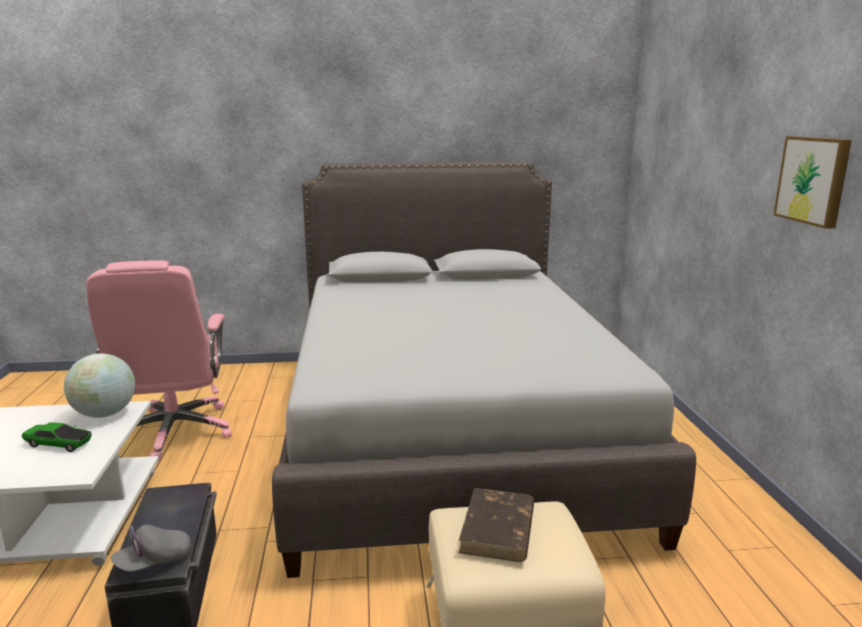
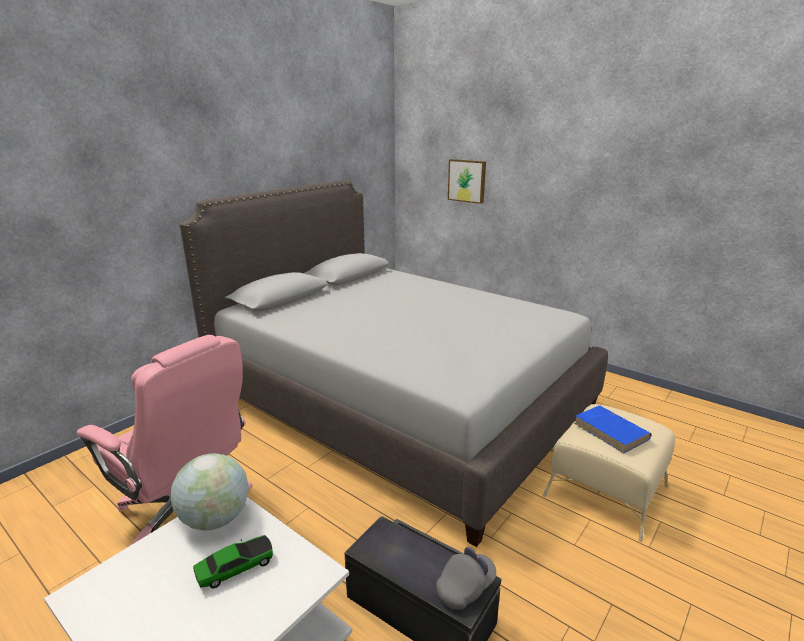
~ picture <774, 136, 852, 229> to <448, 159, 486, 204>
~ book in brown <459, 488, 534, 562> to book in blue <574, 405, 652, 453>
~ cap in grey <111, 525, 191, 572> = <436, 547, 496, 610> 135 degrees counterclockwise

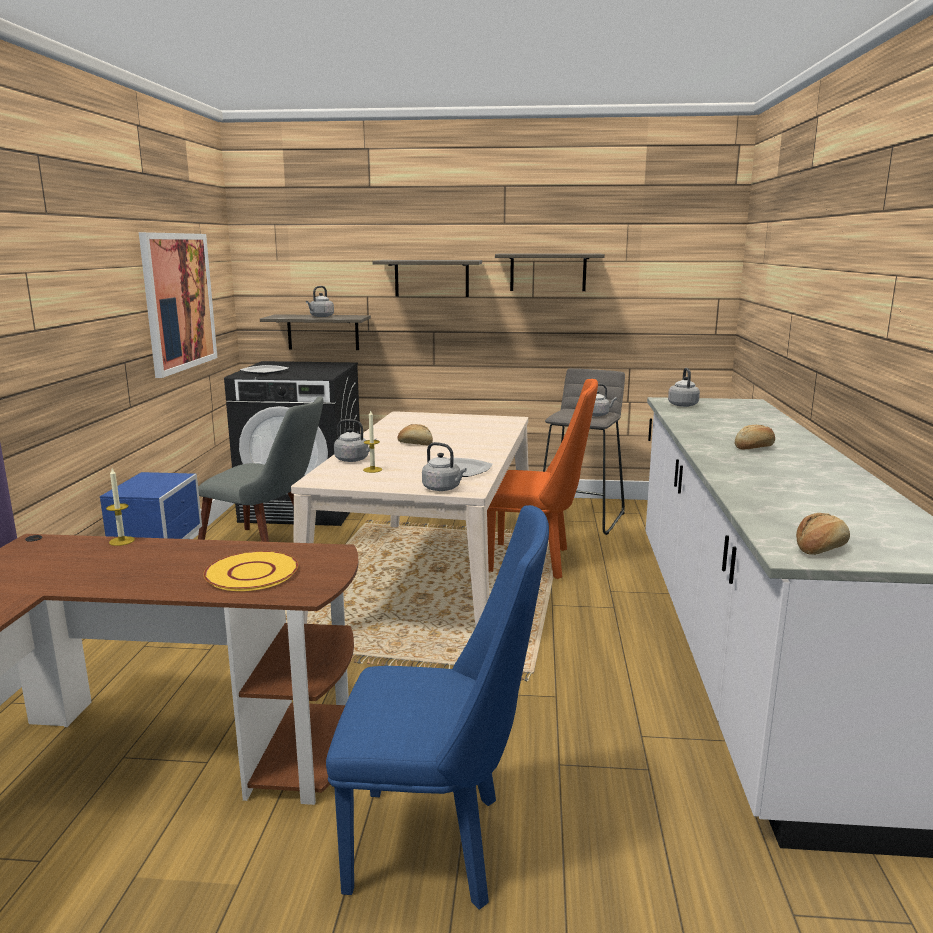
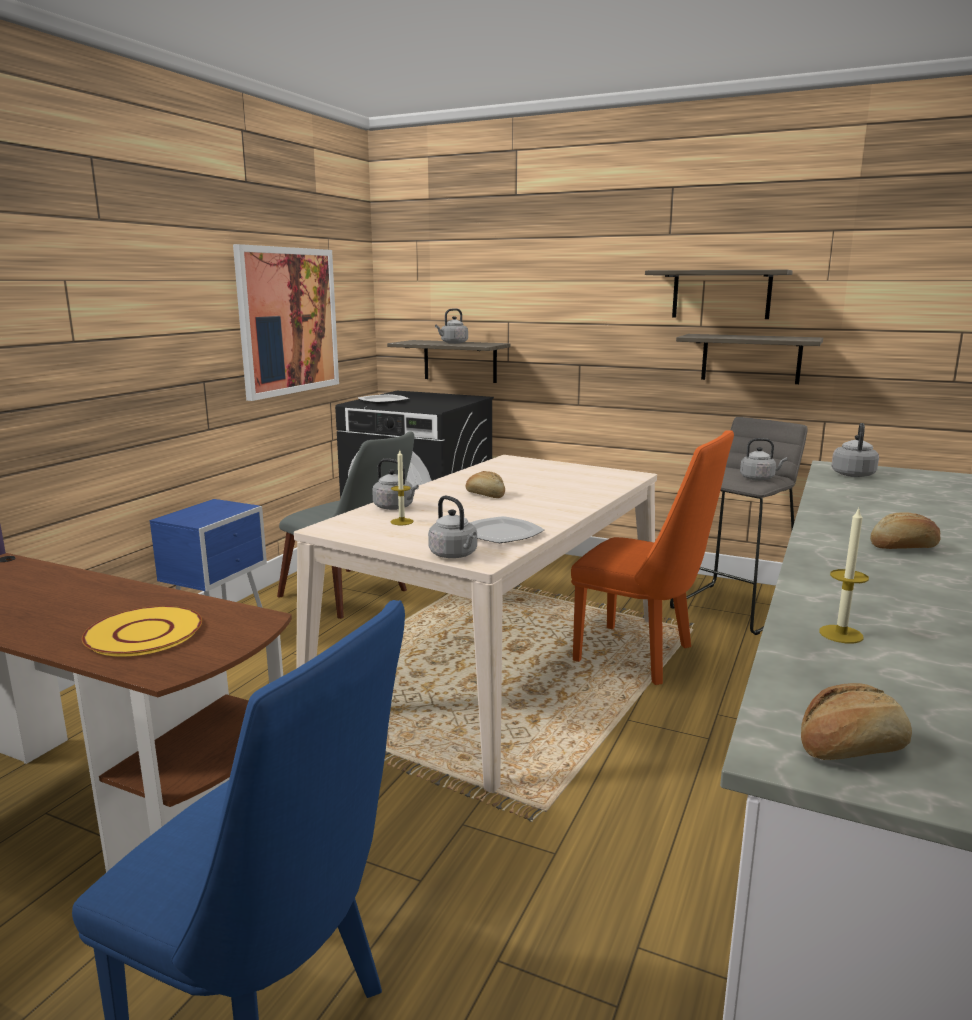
~ shelf <373, 260, 482, 297> to <676, 334, 823, 384>
~ candle <106, 468, 135, 546> to <819, 508, 869, 643>

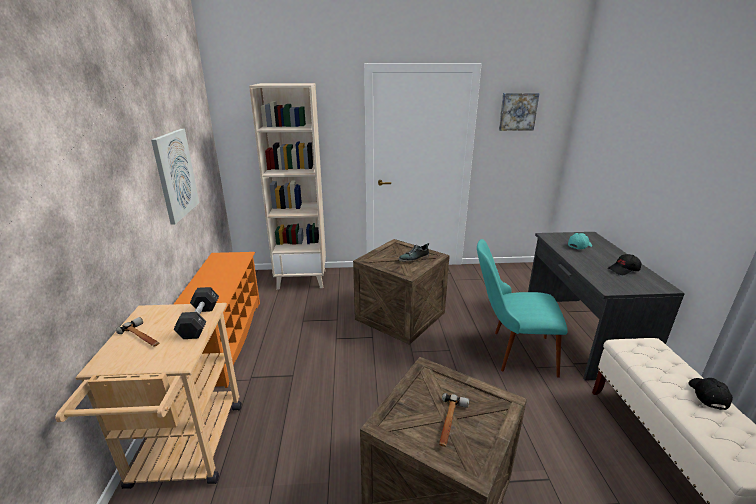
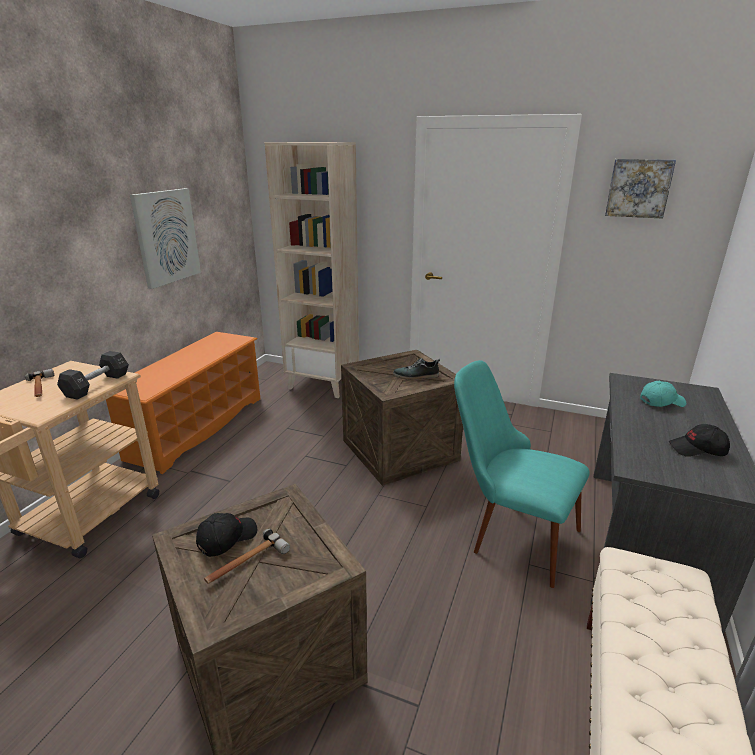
~ cap in black <689, 378, 733, 410> to <196, 513, 258, 557>

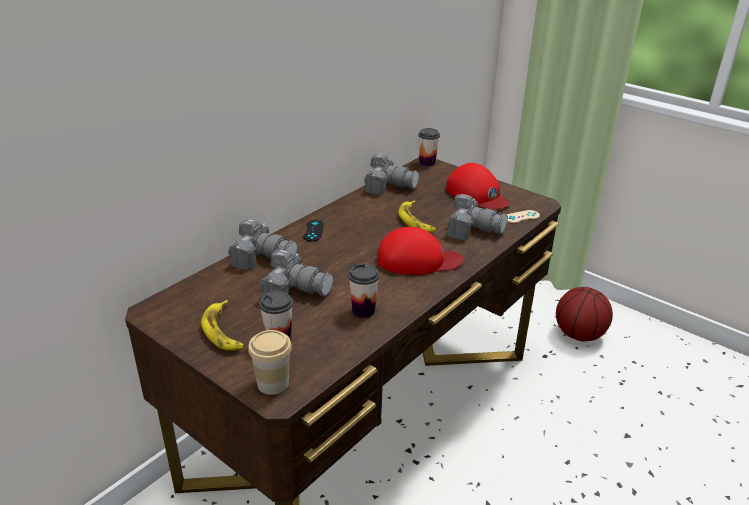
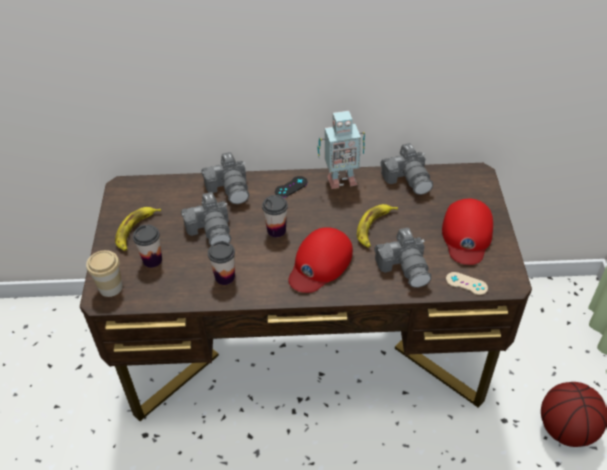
~ cup <418, 128, 440, 166> to <262, 195, 288, 237>
~ cap in red <377, 227, 464, 275> = <288, 227, 353, 293> 75 degrees clockwise
+ toy robot <317, 111, 365, 189>

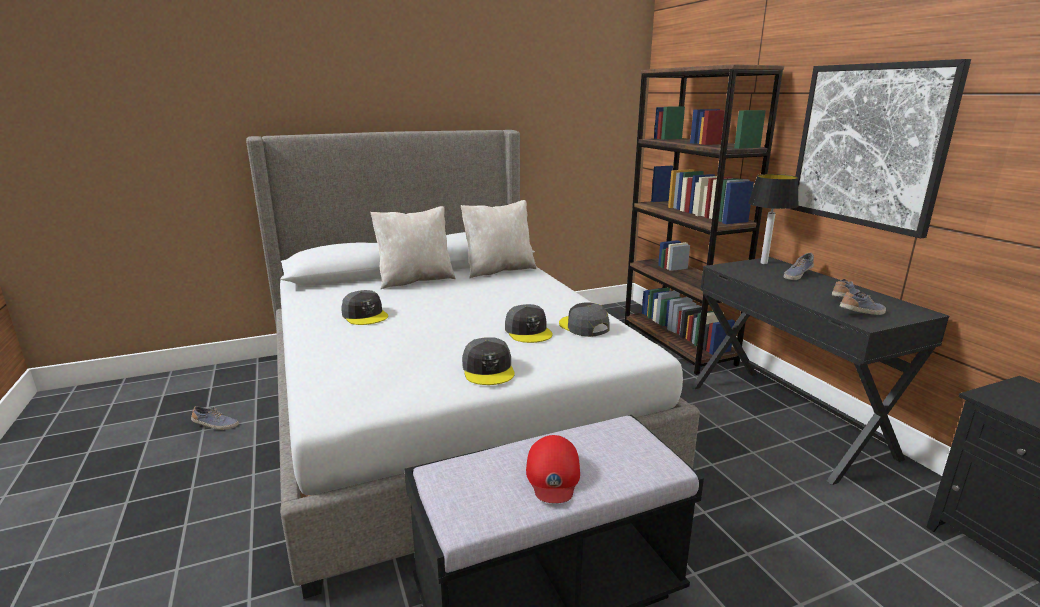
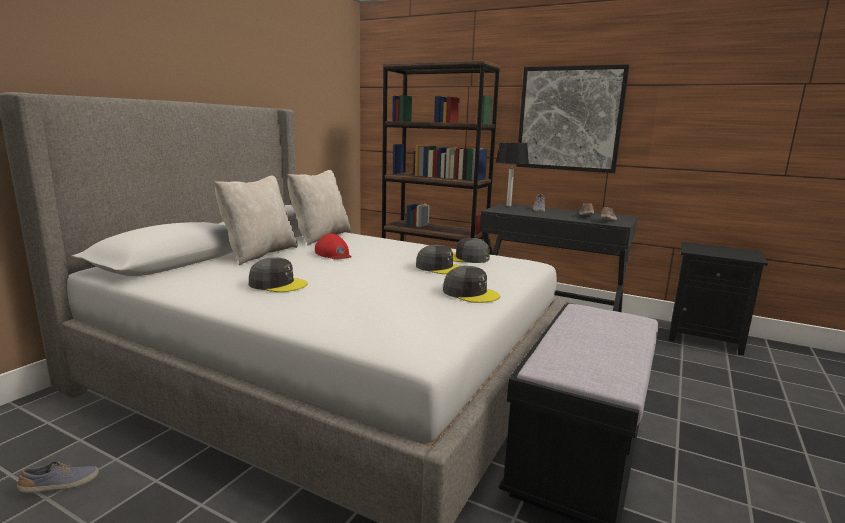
~ cap in red <526, 435, 580, 503> to <315, 233, 352, 260>

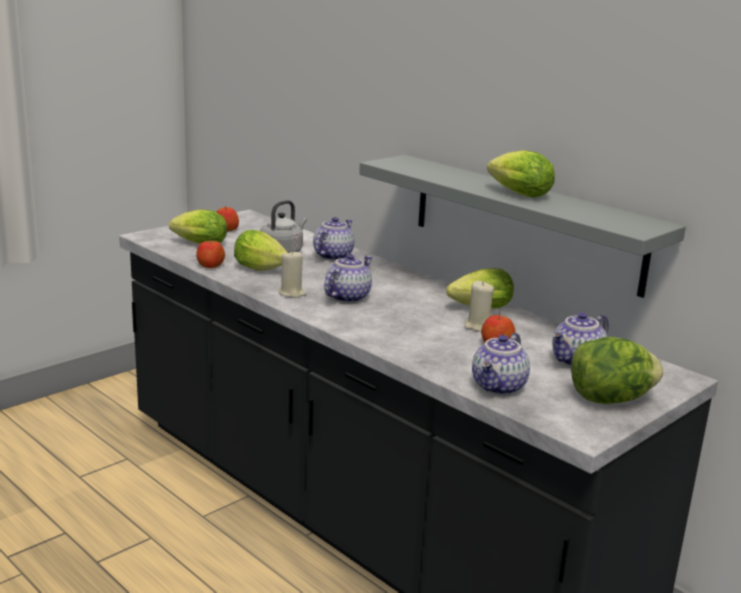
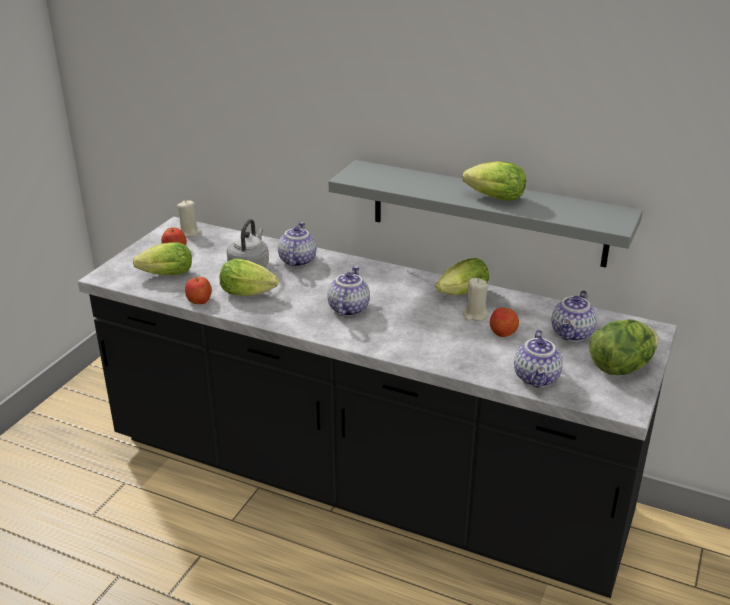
~ candle in beige <279, 250, 306, 298> to <177, 200, 201, 237>

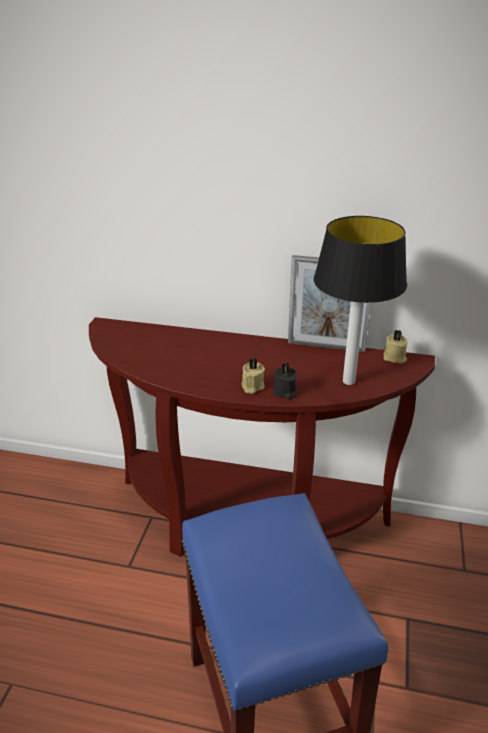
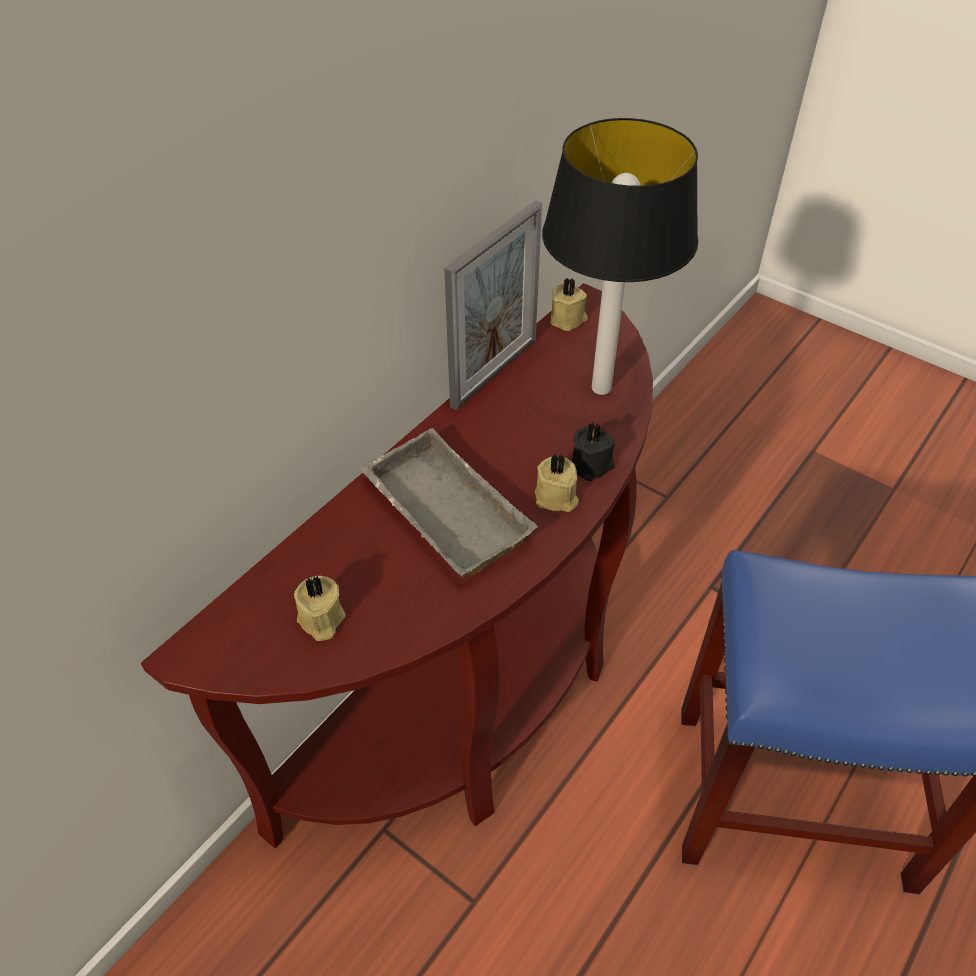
+ tray in grey <359, 428, 538, 578>
+ candle in beige <294, 576, 346, 641>

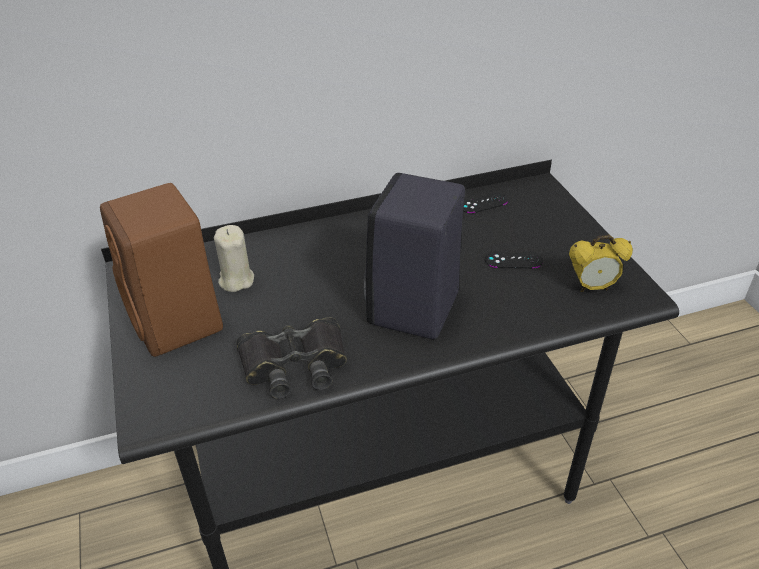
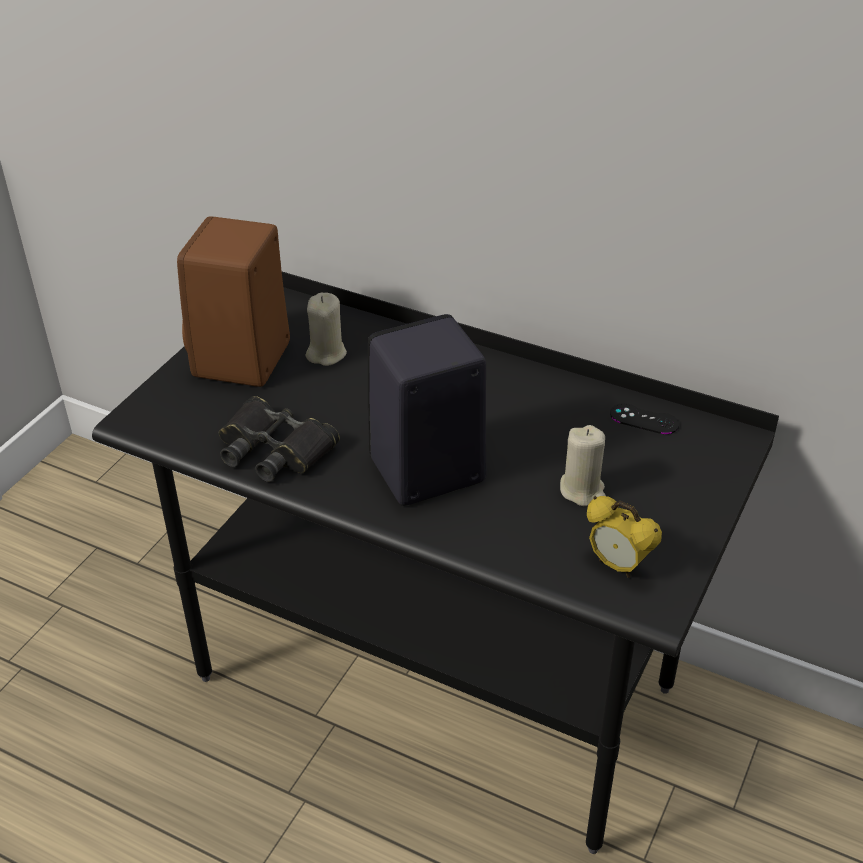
~ game controller in black <485, 251, 543, 269> to candle in beige <560, 425, 606, 506>

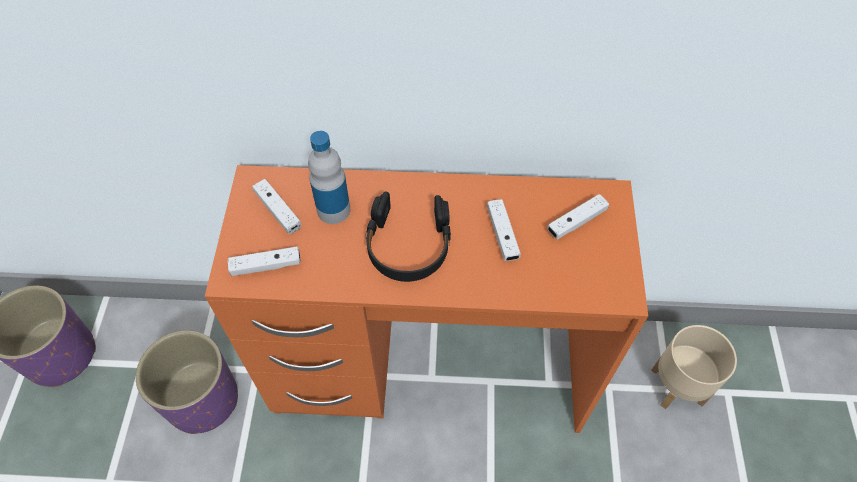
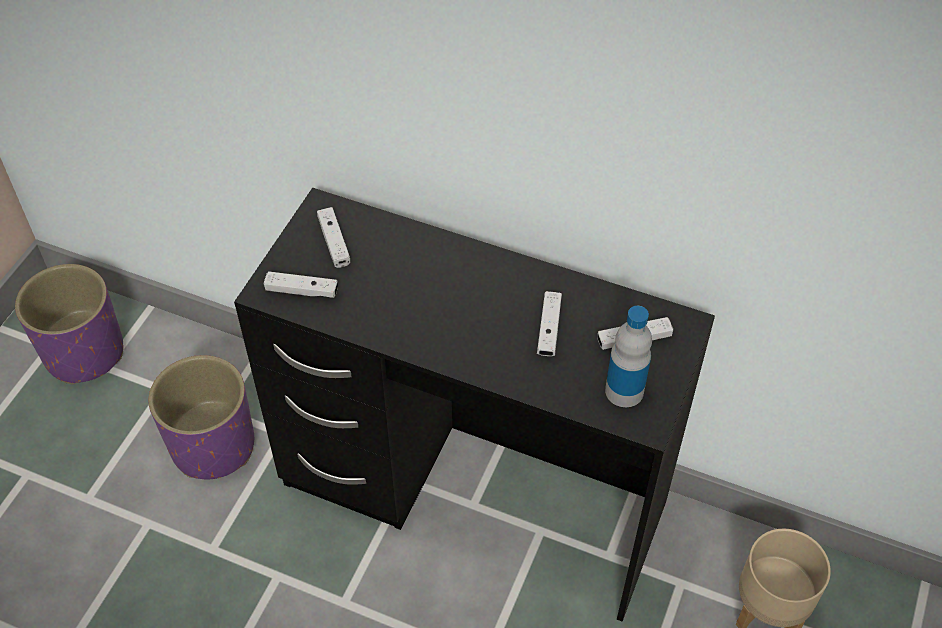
~ bottle <308, 131, 350, 224> to <605, 306, 652, 407>
~ desk in orange <205, 165, 648, 433> to desk in black <234, 188, 715, 622>
- headphones in black <365, 192, 451, 282>

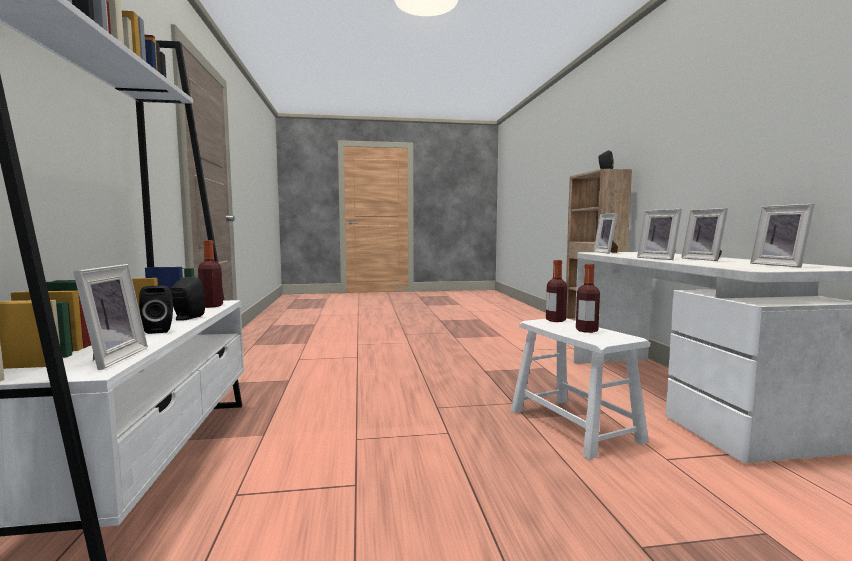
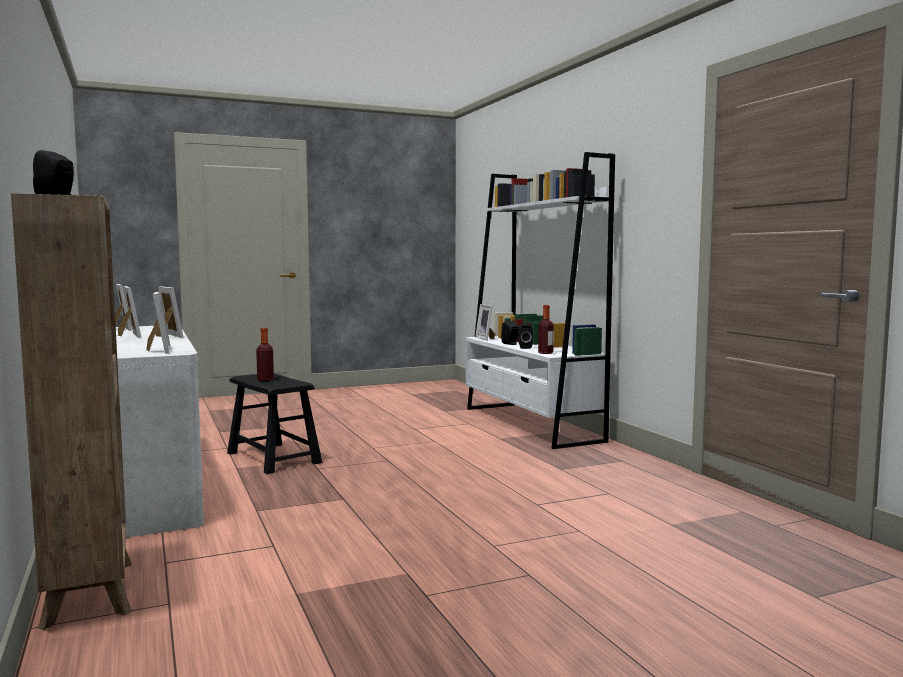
- bottle <546, 260, 567, 322>
~ stool in white <511, 318, 650, 459> to stool in black <227, 373, 322, 474>

